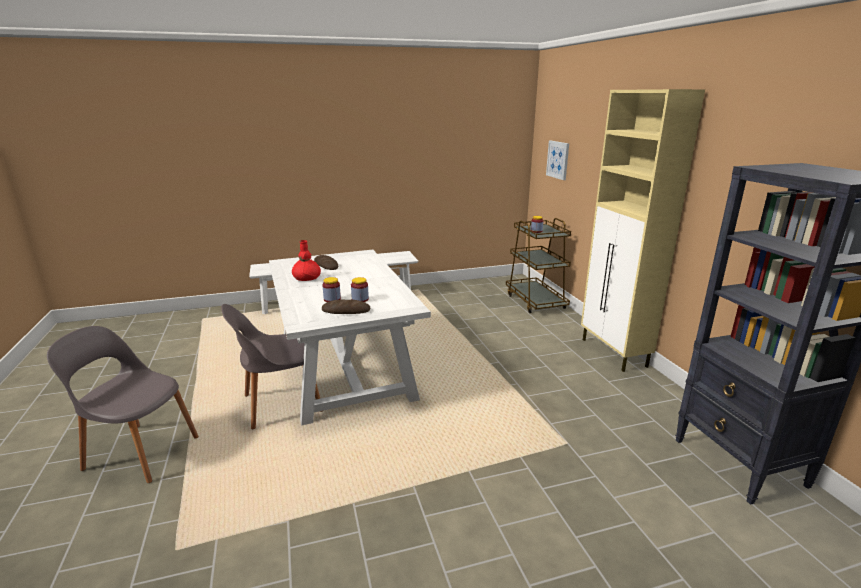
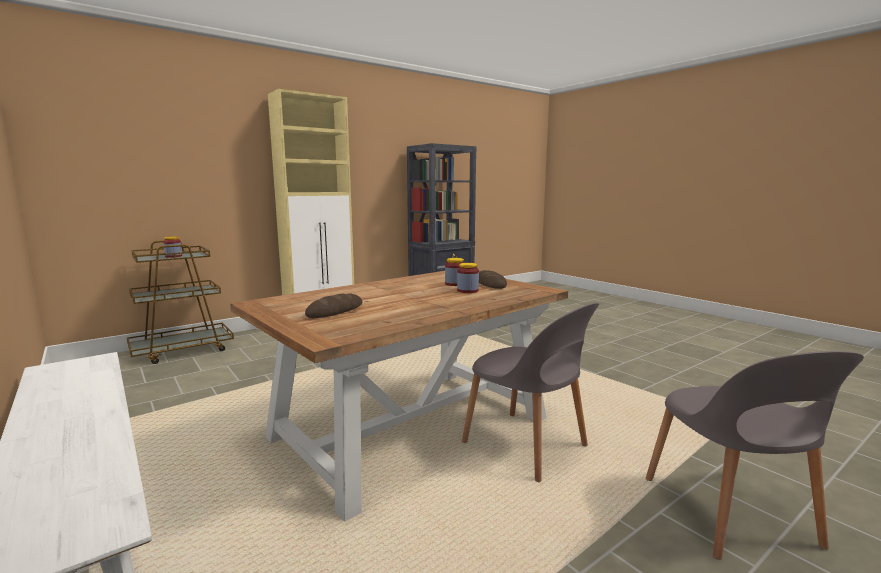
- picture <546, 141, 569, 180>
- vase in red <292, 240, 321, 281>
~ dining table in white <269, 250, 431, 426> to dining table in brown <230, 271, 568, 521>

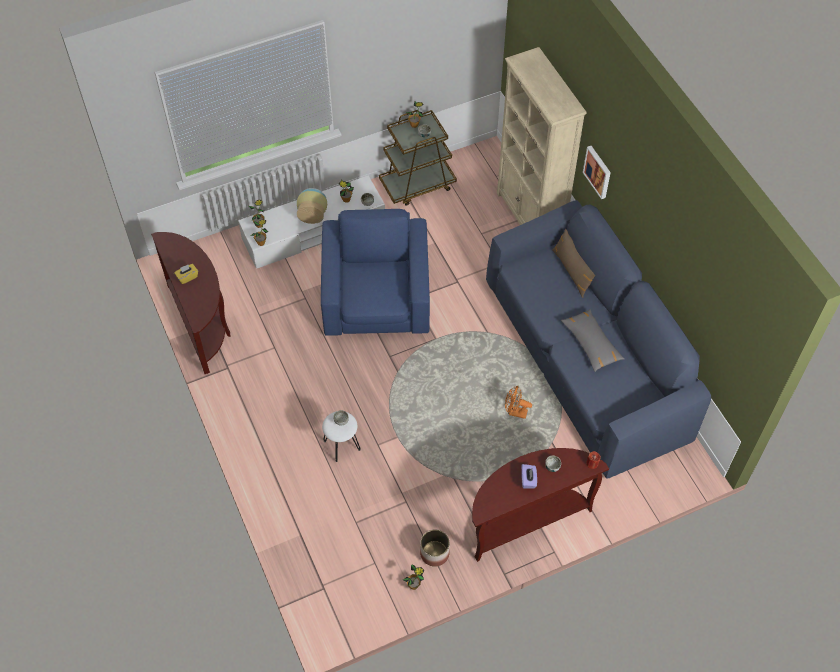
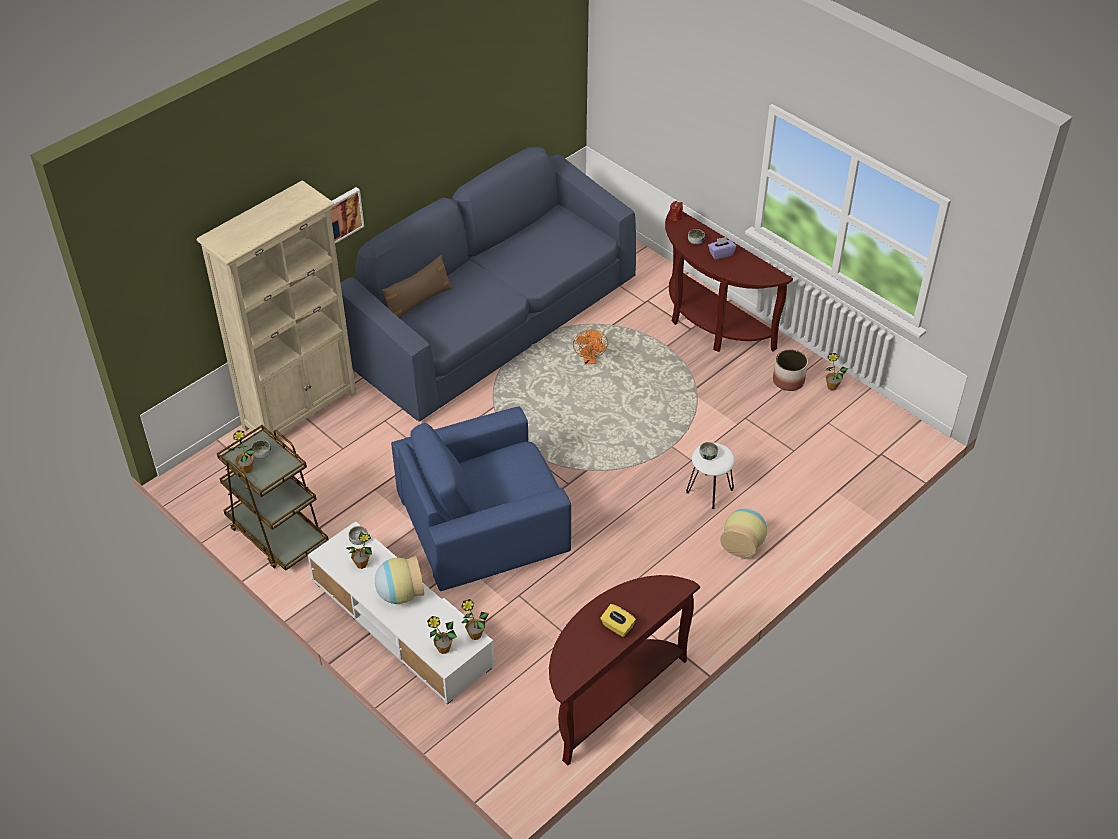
- pillow in grey <561, 309, 625, 372>
+ vase <720, 508, 767, 558>

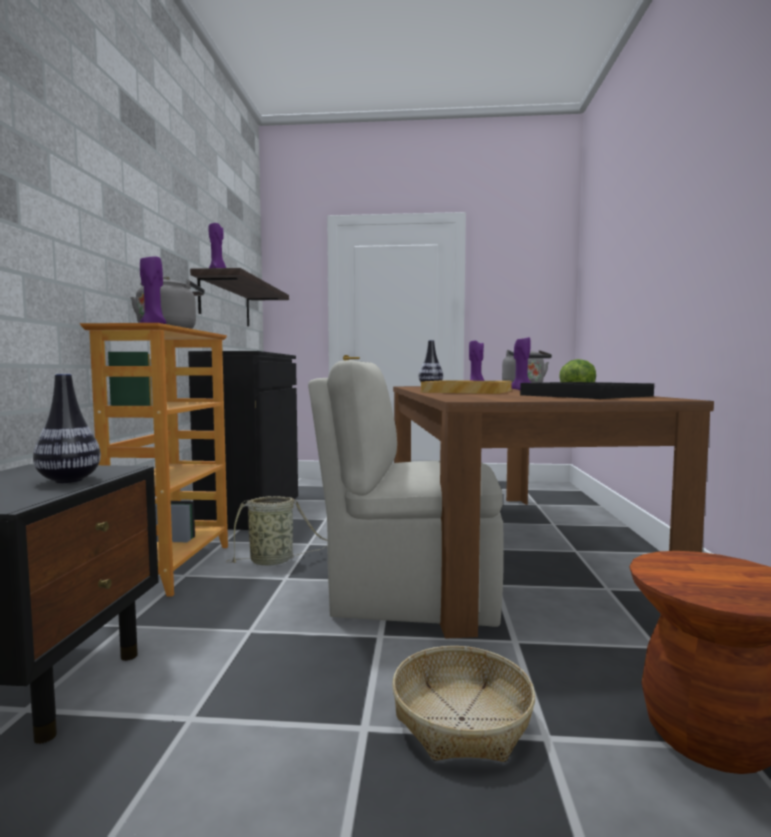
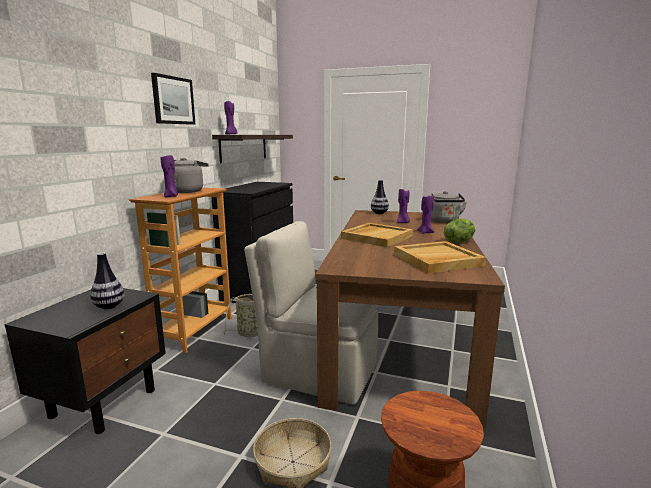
~ tray in black <520, 382, 654, 399> to tray in beige <394, 241, 486, 274>
+ picture <151, 73, 196, 125>

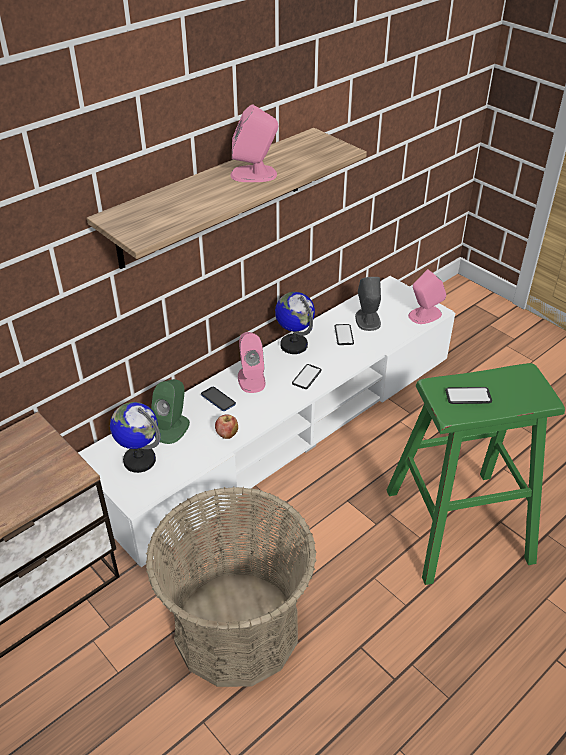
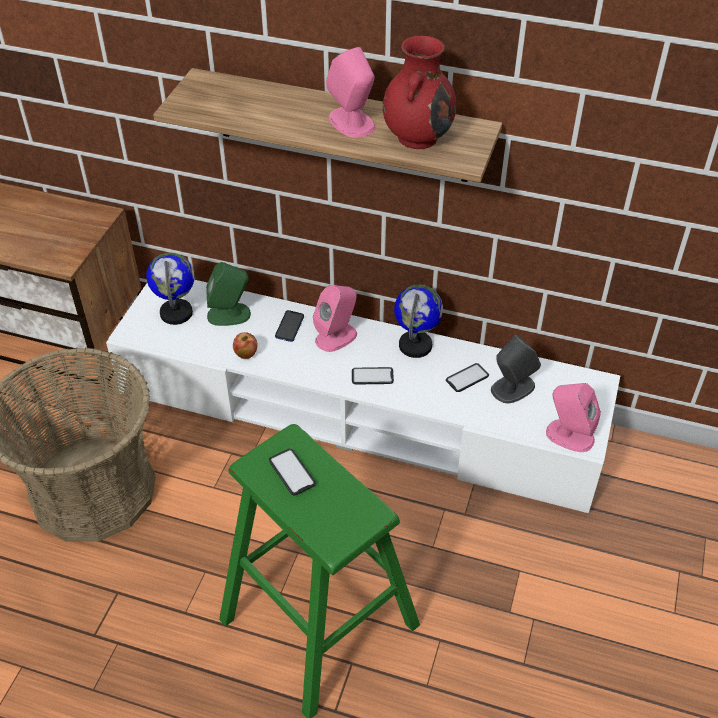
+ vase in red <383, 36, 456, 149>

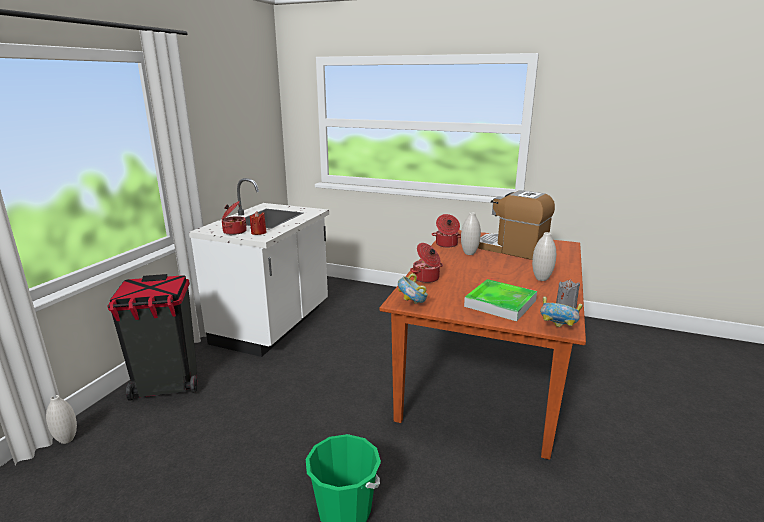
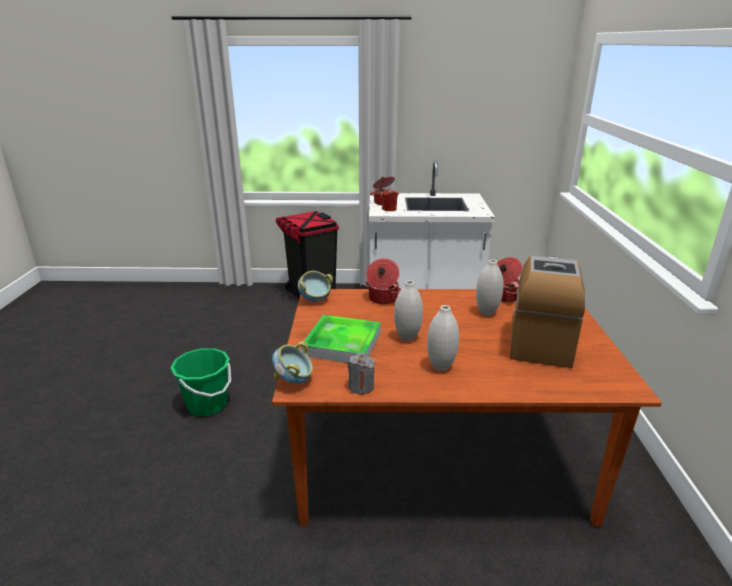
~ vase in white <46, 395, 77, 444> to <394, 280, 423, 341>

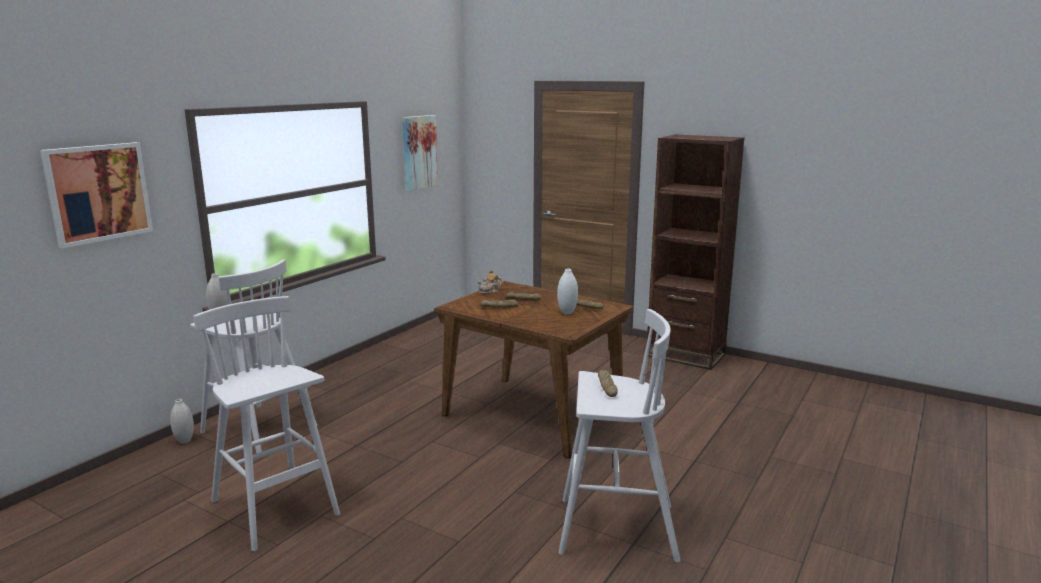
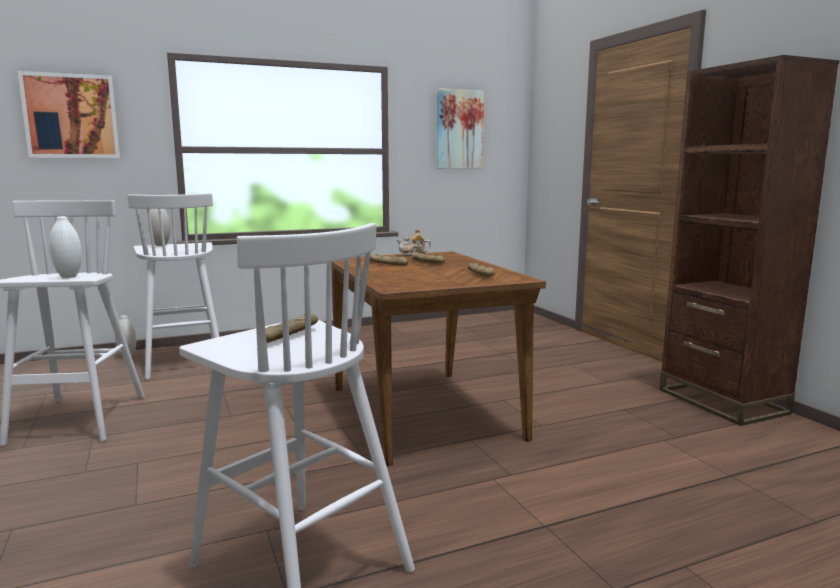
~ vase in white <557, 269, 578, 315> to <49, 216, 82, 278>

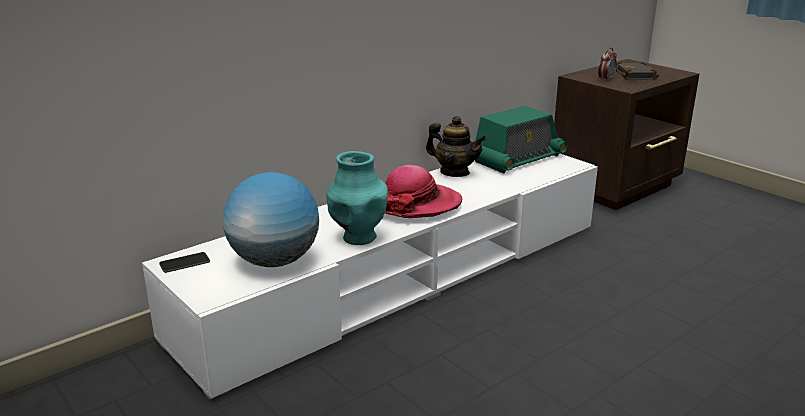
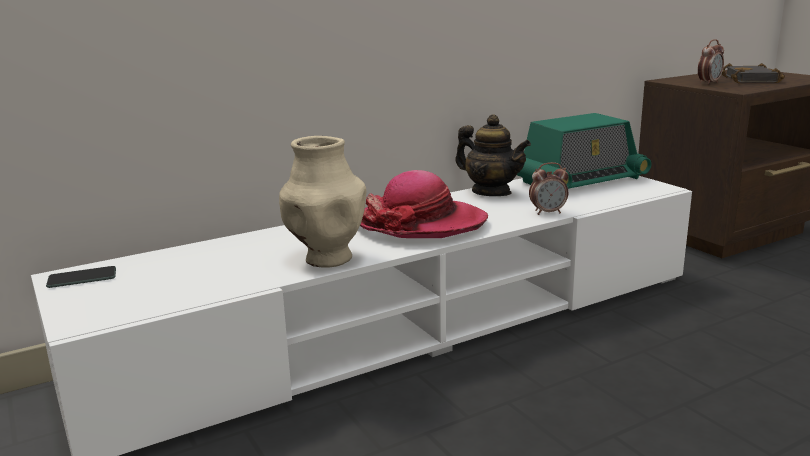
~ vase in turquoise <326, 151, 388, 245> to vase in beige <279, 136, 366, 268>
- globe <223, 172, 319, 267>
+ alarm clock <529, 162, 568, 215>

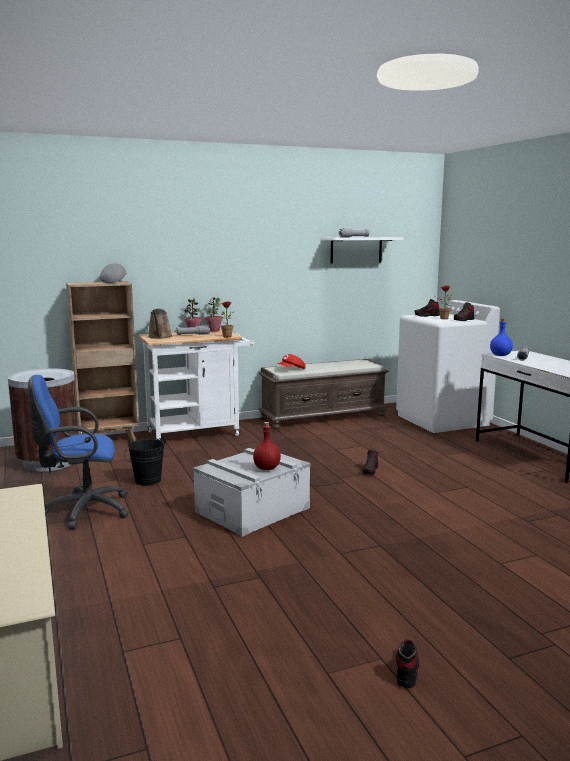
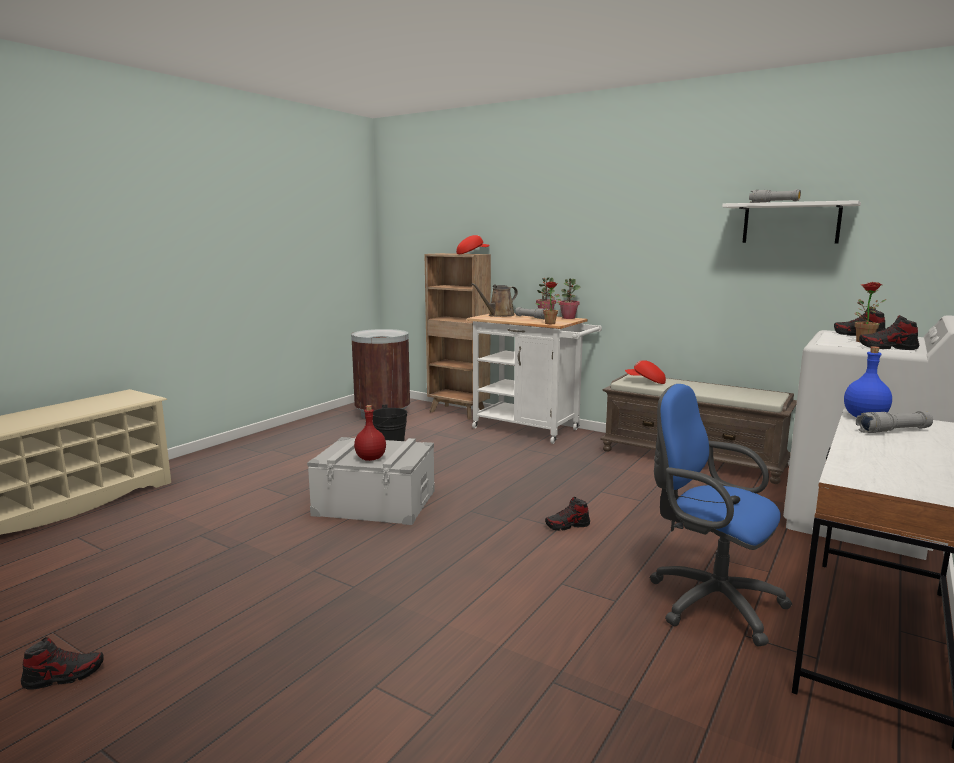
~ cap in grey <100, 263, 127, 283> to cap in red <456, 235, 490, 254>
~ office chair in blue <28, 375, 129, 530> to <649, 384, 792, 646>

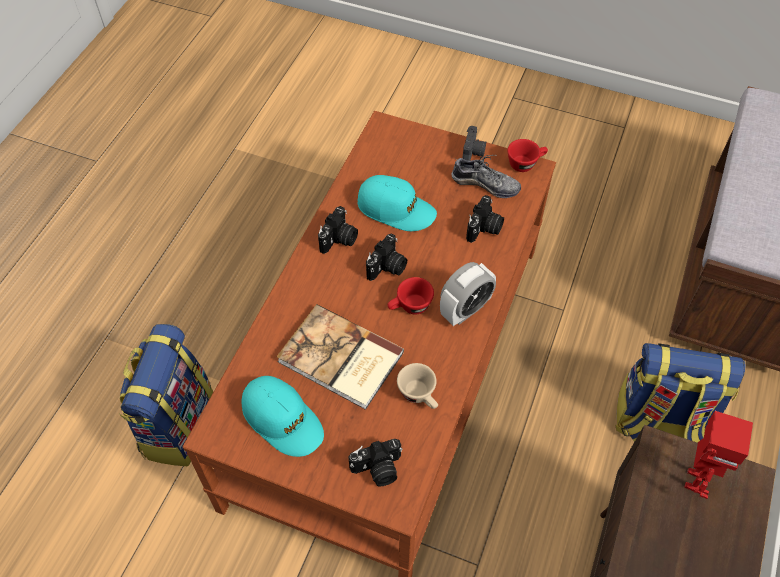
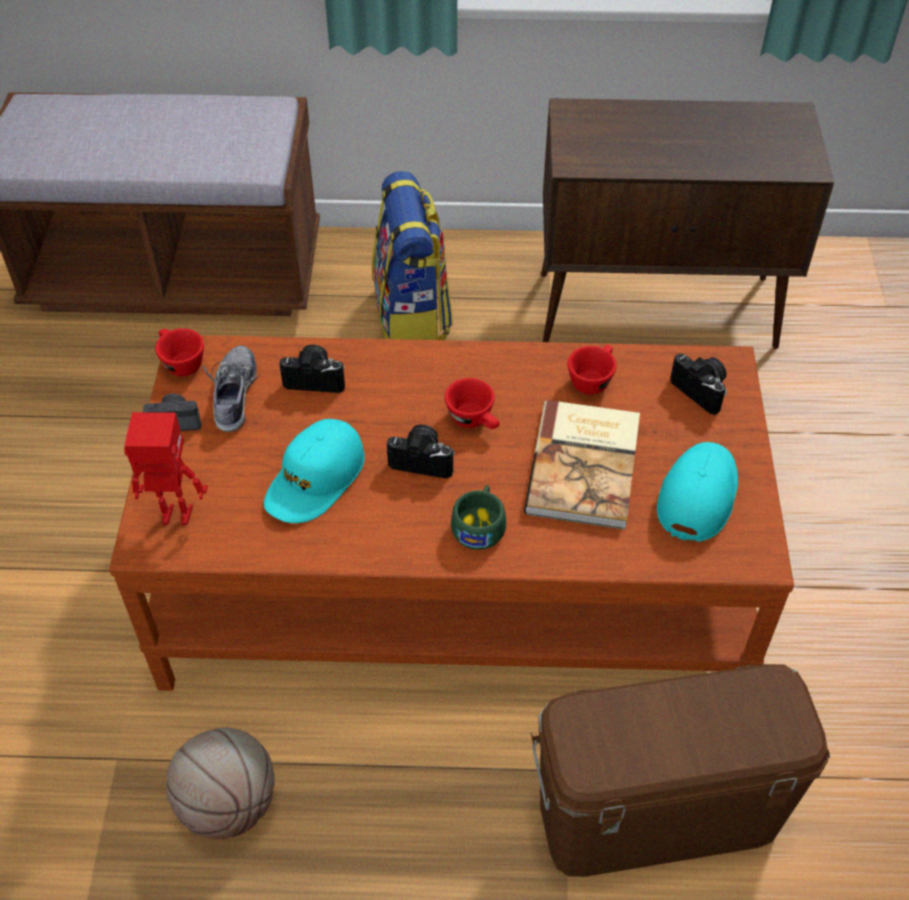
~ cap in turquoise <358, 175, 437, 231> = <264, 419, 365, 523> 150 degrees counterclockwise
- photo camera <318, 206, 358, 254>
- alarm clock <440, 262, 496, 326>
~ backpack <119, 324, 213, 466> to storage box in brown <531, 664, 830, 877>
~ cup in beige <397, 363, 438, 409> to cup in red <568, 345, 617, 395>
~ toy robot <684, 411, 753, 499> to <124, 412, 208, 525>
+ cup in green <451, 485, 506, 550>
+ basketball <166, 728, 275, 839>

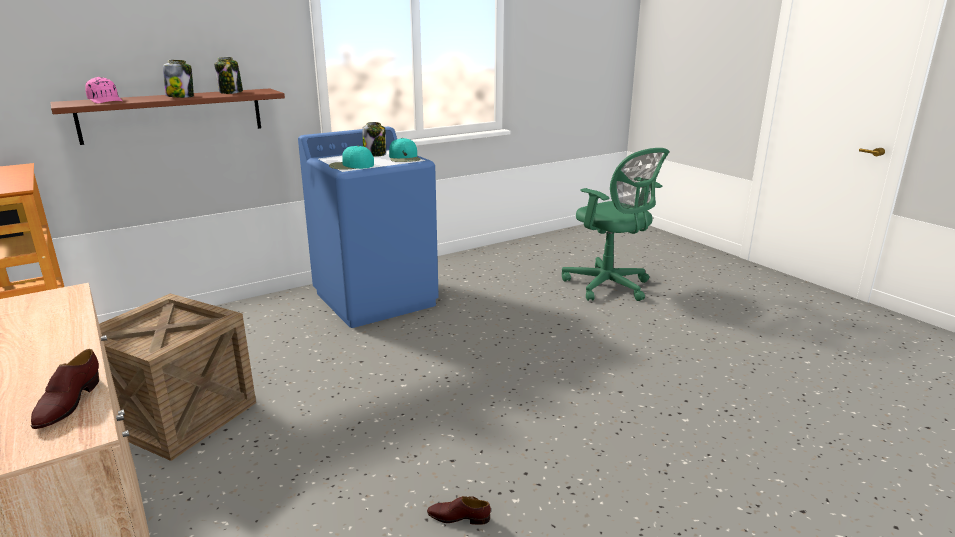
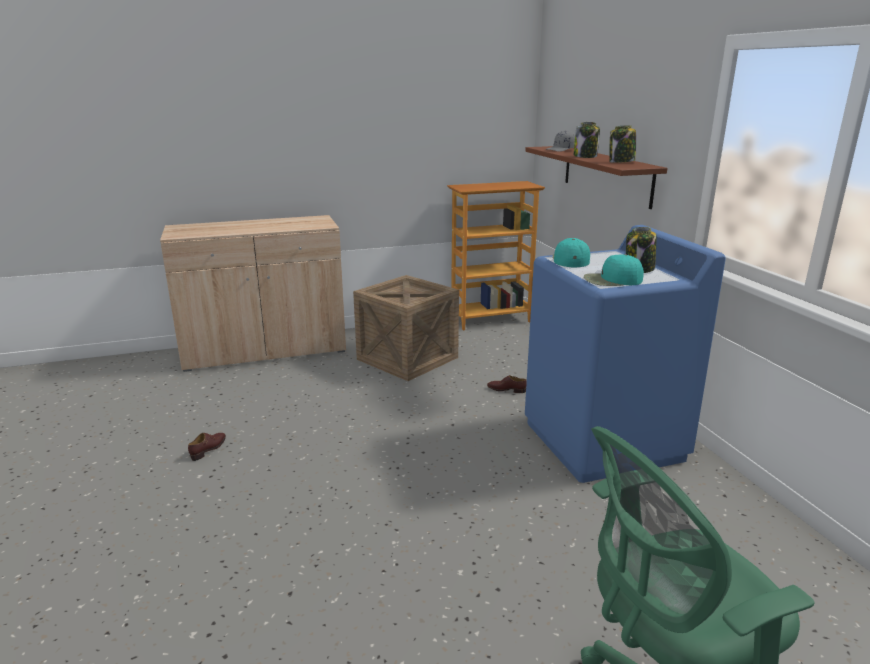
~ cap in pink <85, 77, 122, 104> to cap in grey <546, 130, 575, 152>
~ shoe in brown <31, 349, 99, 429> to <487, 375, 527, 393>

